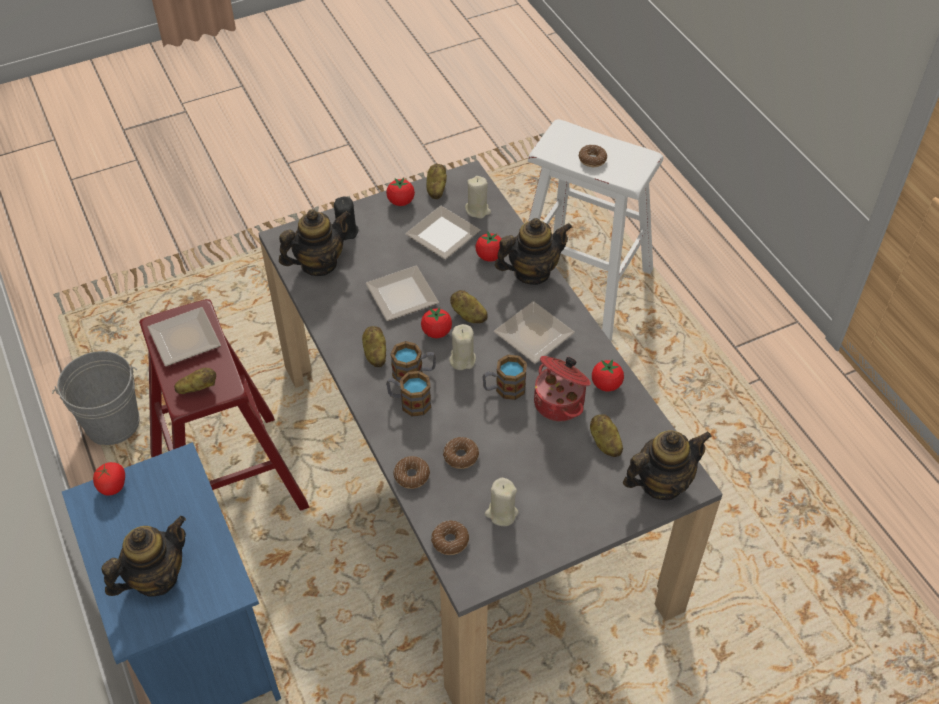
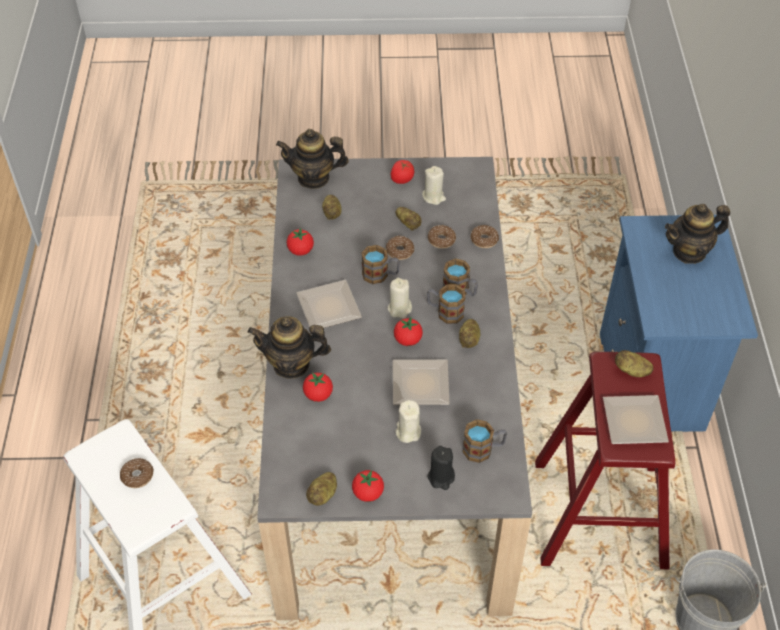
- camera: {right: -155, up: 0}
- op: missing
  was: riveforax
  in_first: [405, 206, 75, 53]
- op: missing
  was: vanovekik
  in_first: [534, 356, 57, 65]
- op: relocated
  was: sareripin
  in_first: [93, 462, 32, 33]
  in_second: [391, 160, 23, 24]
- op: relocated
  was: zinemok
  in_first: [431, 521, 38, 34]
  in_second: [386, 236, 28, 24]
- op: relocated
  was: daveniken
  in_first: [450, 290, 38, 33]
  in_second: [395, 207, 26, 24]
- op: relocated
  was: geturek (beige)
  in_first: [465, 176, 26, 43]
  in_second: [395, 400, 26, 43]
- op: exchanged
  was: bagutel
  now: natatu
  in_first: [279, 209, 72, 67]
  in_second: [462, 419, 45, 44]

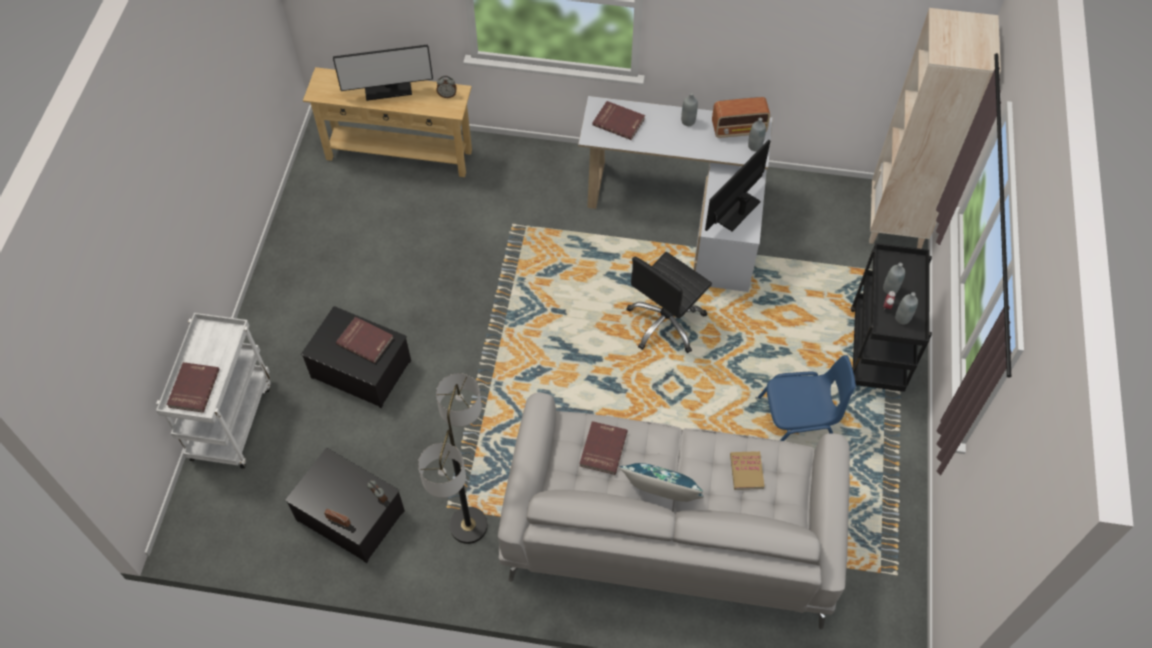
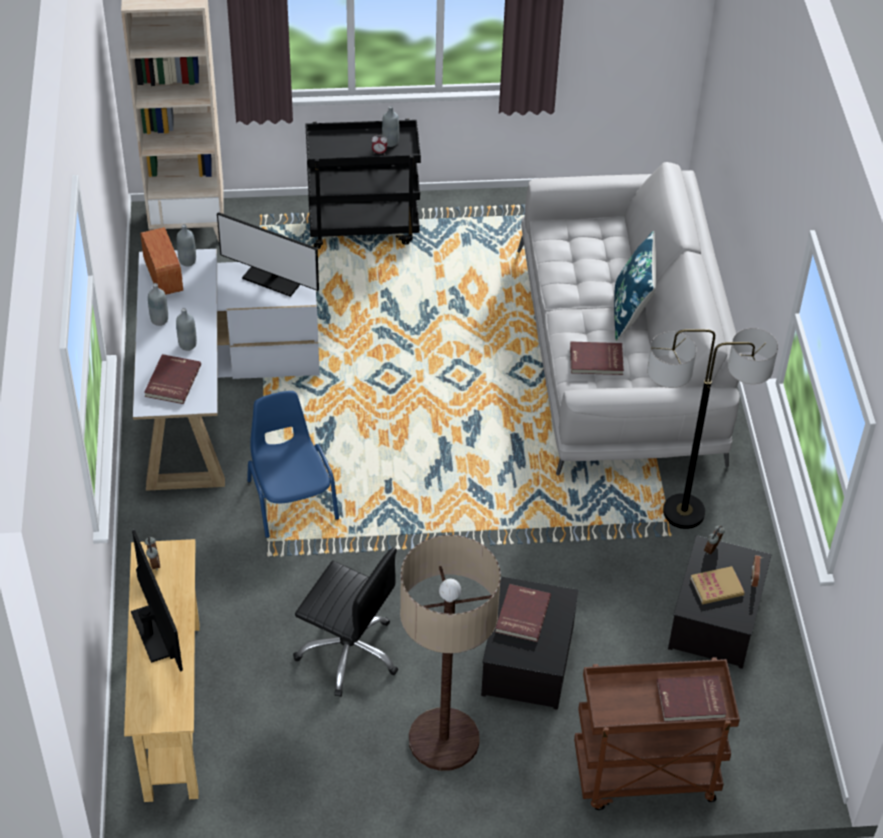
- camera: {right: -105, up: -10}
- op: appeared
  now: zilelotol
  in_second: [400, 535, 101, 236]
- op: relocated
  was: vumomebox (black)
  in_first: [626, 252, 86, 101]
  in_second: [293, 548, 105, 149]
- op: relocated
  was: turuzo
  in_first: [730, 451, 35, 39]
  in_second: [690, 566, 55, 38]
- op: relocated
  was: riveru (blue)
  in_first: [758, 355, 98, 86]
  in_second: [247, 391, 92, 147]
- op: relocated
  was: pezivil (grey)
  in_first: [883, 263, 22, 31]
  in_second: [176, 308, 21, 43]
- op: colour
  was: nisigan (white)
  now: nisigan (brown)
  in_first: [156, 313, 115, 156]
  in_second: [574, 657, 166, 153]

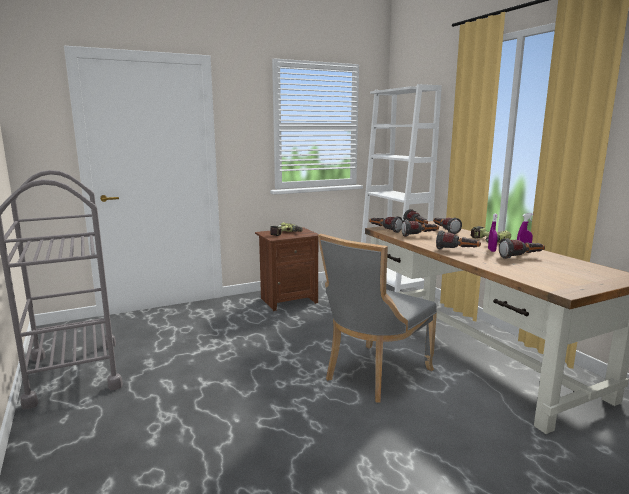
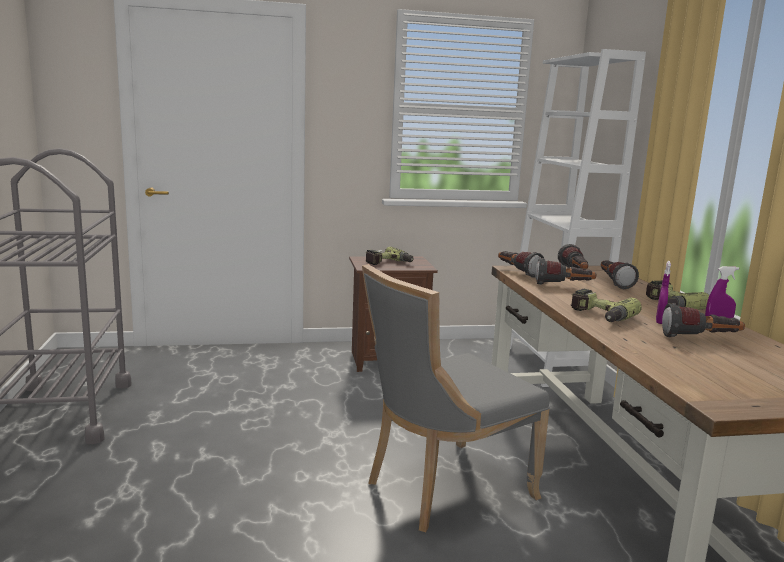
- camera: {right: 15, up: 0}
- op: exchanged
  was: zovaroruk
  now: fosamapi
  in_first: [436, 230, 45, 20]
  in_second: [570, 288, 72, 34]

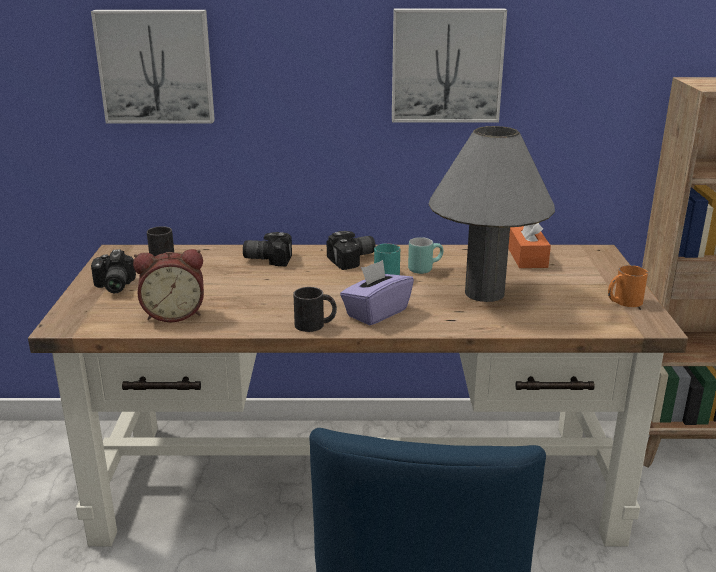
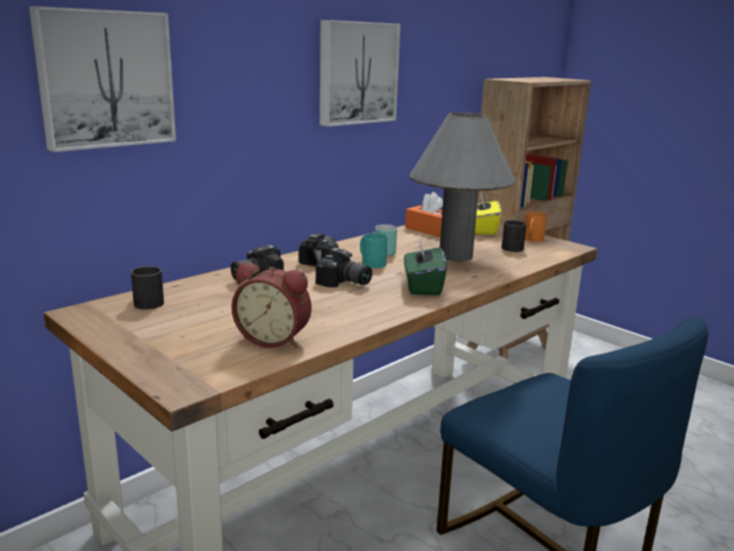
- camera: {right: -45, up: -5}
- op: appeared
  now: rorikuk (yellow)
  in_second: [475, 194, 26, 41]
- op: relocated
  was: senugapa
  in_first: [91, 249, 45, 44]
  in_second: [316, 248, 56, 39]
- op: relocated
  was: natatu (black)
  in_first: [293, 287, 44, 45]
  in_second: [501, 220, 26, 32]
- op: colour
  was: rorikuk (purple)
  now: rorikuk (green)
  in_first: [340, 260, 74, 66]
  in_second: [404, 238, 43, 57]
- op: spun
  was: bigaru
  in_first: [133, 249, 71, 73]
  in_second: [231, 262, 80, 86]
  clockwise: 75

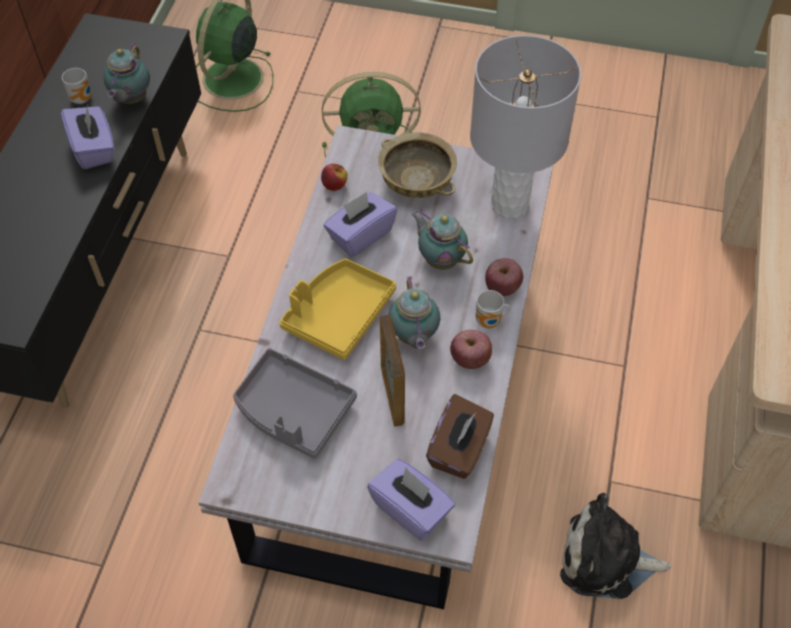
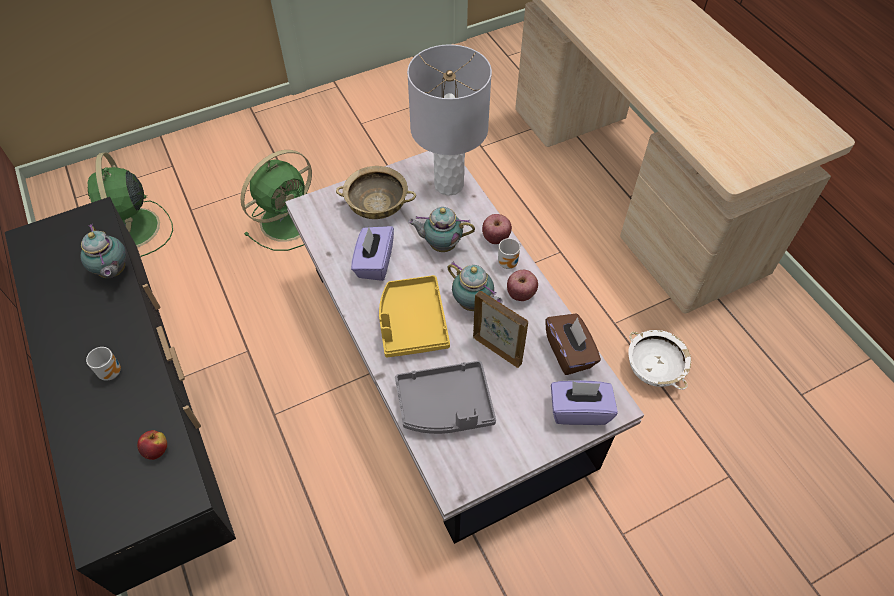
- camera: {right: -40, up: 0}
- op: missing
  was: rorikuk (purple)
  in_first: [61, 105, 53, 64]
- op: relocated
  was: natatu
  in_first: [62, 68, 29, 36]
  in_second: [86, 347, 35, 34]
- op: relocated
  was: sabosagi
  in_first: [321, 164, 27, 27]
  in_second: [137, 430, 30, 30]
- op: exchanged
  was: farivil
  now: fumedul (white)
  in_first: [560, 493, 111, 106]
  in_second: [628, 330, 63, 60]

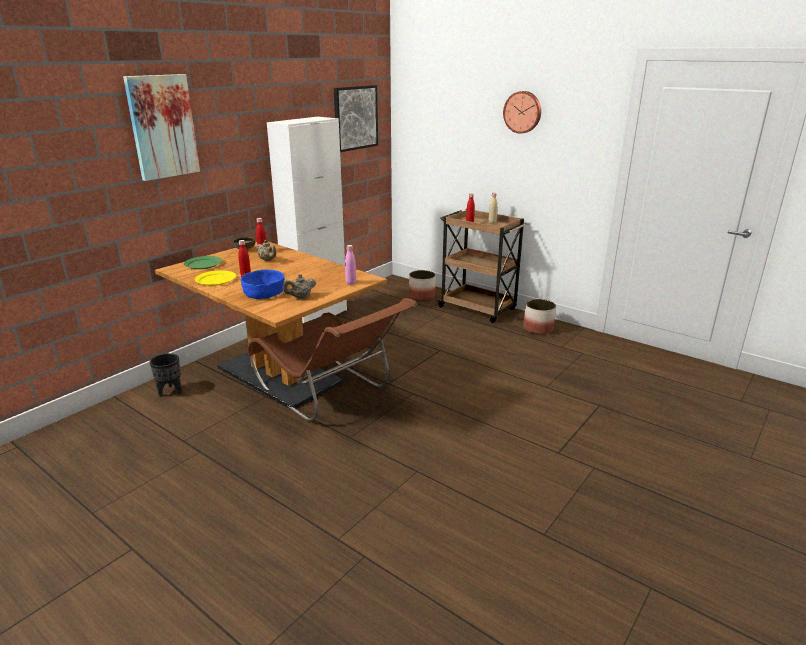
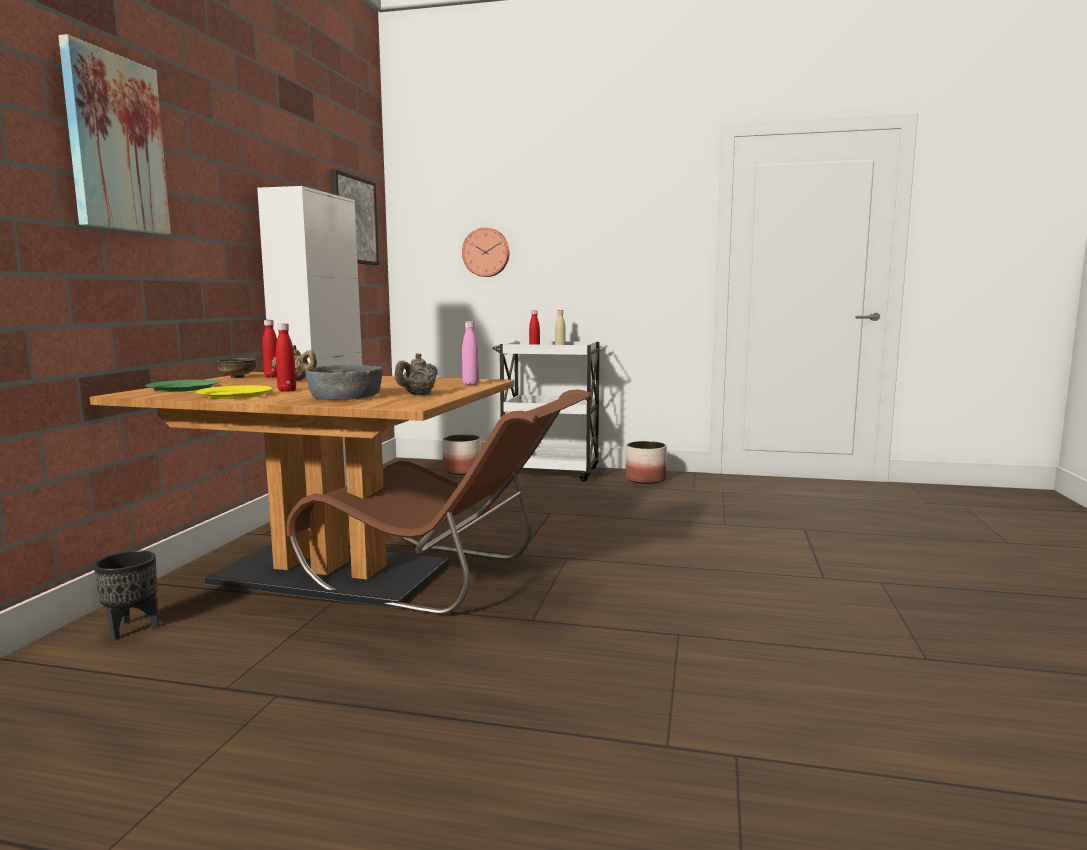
- camera: {right: -25, up: -15}
- op: relocated
  was: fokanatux
  in_first: [503, 91, 38, 42]
  in_second: [462, 227, 48, 50]
- op: colour
  was: fumedul (blue)
  now: fumedul (grey)
  in_first: [241, 269, 44, 30]
  in_second: [305, 365, 78, 35]
- op: colour
  was: nisigan (brown)
  now: nisigan (white)
  in_first: [437, 209, 91, 114]
  in_second: [492, 341, 116, 141]

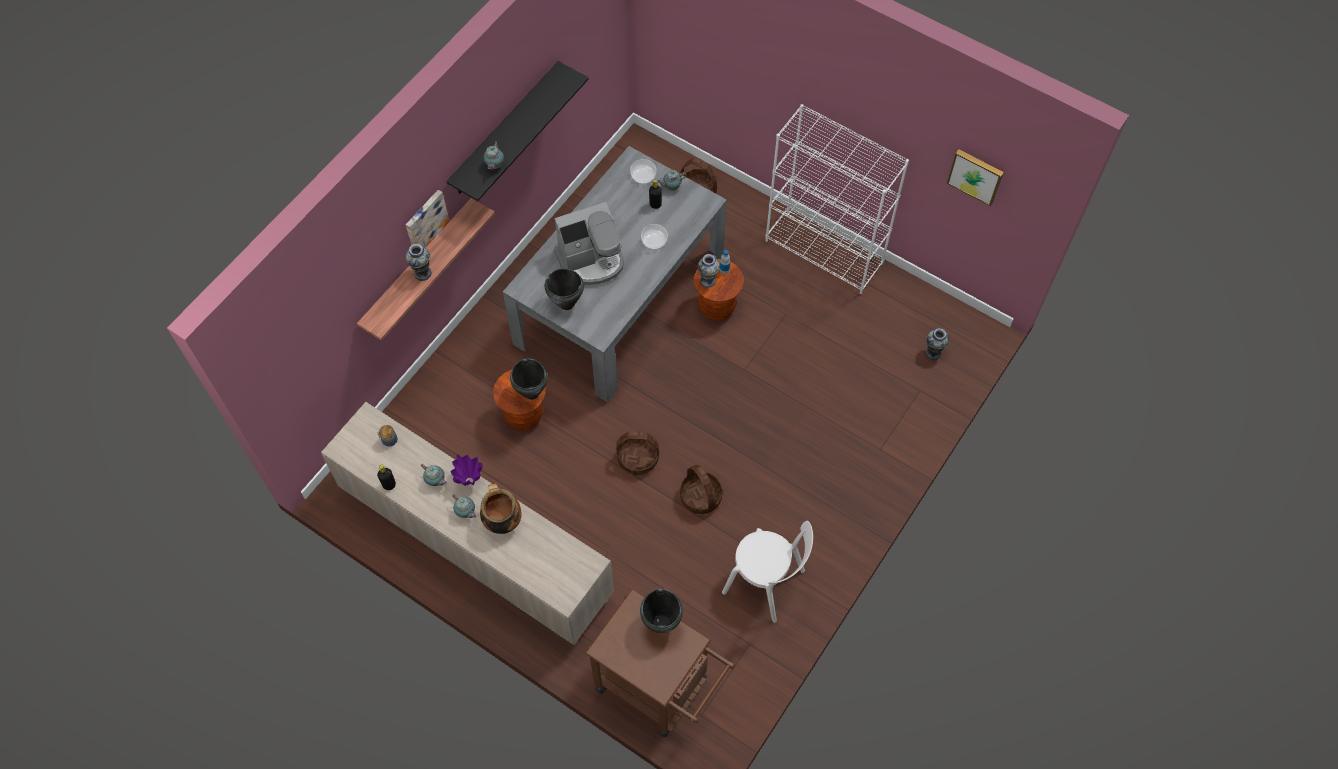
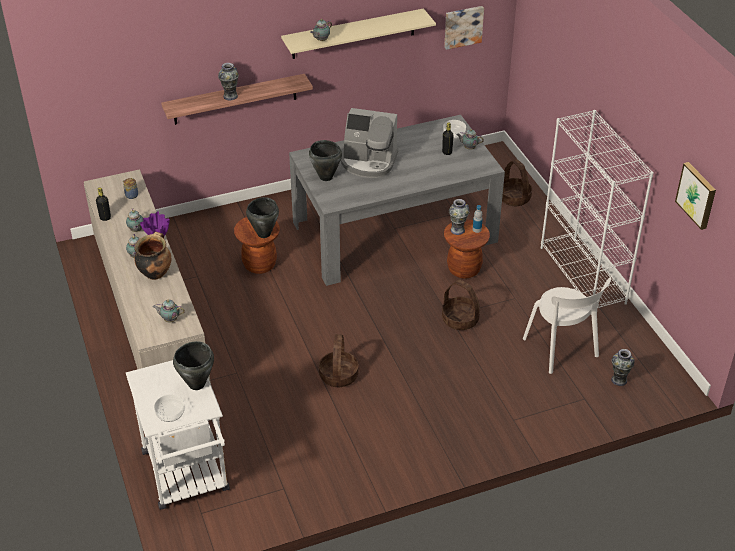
- camera: {right: 35, up: -20}
- op: appeared
  now: bagutel
  in_second: [153, 300, 32, 23]
- op: relocated
  was: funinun
  in_first: [406, 190, 44, 58]
  in_second: [444, 6, 40, 44]
- op: relocated
  was: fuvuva
  in_first: [616, 431, 43, 44]
  in_second: [442, 280, 38, 50]
- op: relocated
  was: fumedul
  in_first: [641, 224, 27, 26]
  in_second: [154, 394, 30, 28]
- op: relocated
  was: riveru (white)
  in_first: [722, 521, 91, 102]
  in_second: [523, 277, 88, 97]
- op: colour
  was: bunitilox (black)
  now: bunitilox (beige)
  in_first: [446, 61, 143, 140]
  in_second: [281, 8, 155, 51]
- op: colour
  was: nisigan (brown)
  now: nisigan (white)
  in_first: [585, 589, 150, 148]
  in_second: [126, 360, 104, 150]

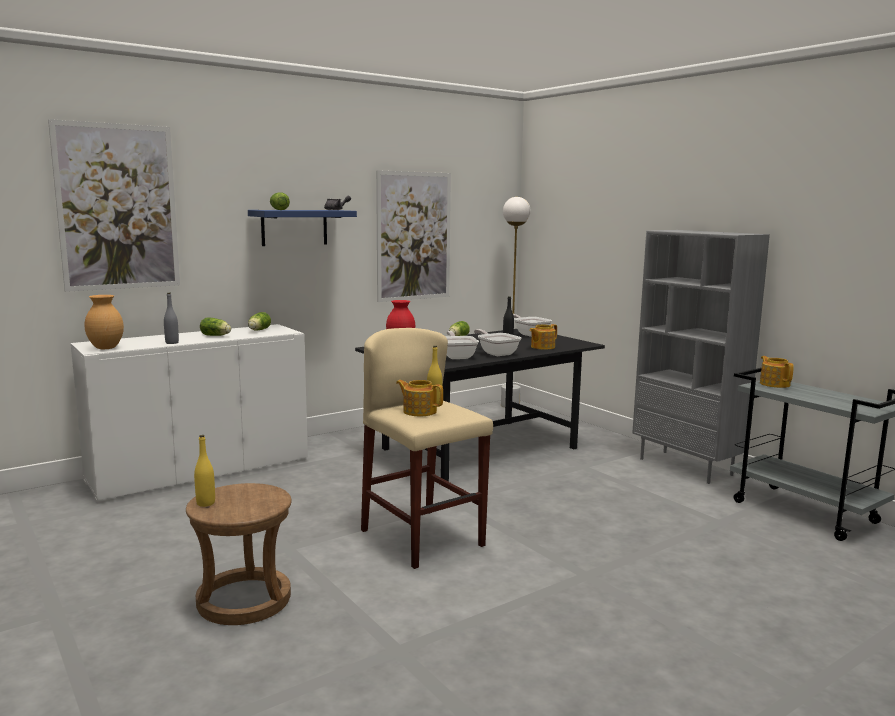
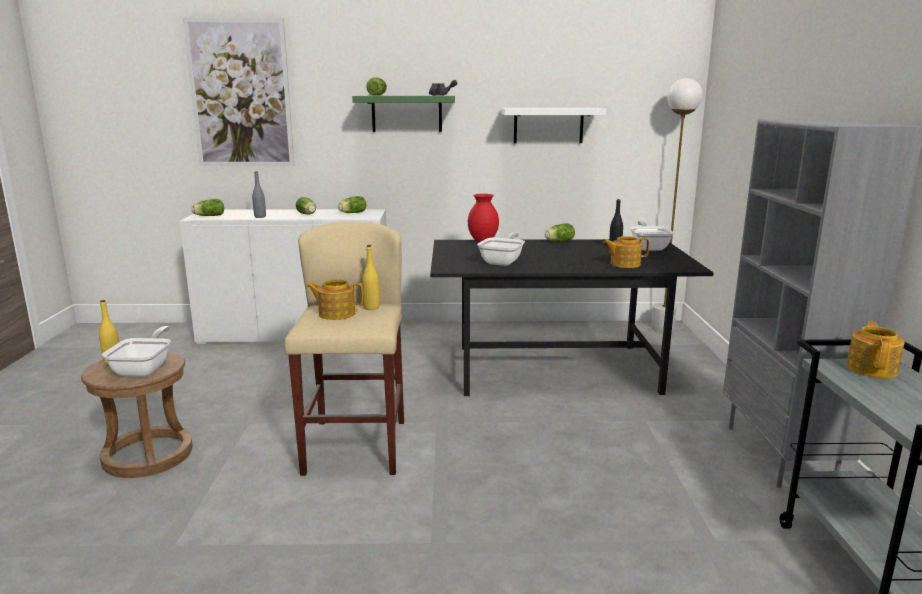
- camera: {right: 35, up: 5}
- op: relocated
  was: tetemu
  in_first: [474, 329, 47, 27]
  in_second: [102, 326, 69, 51]
- op: exchanged
  was: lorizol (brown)
  now: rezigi
  in_first: [84, 295, 40, 54]
  in_second: [191, 199, 33, 17]
- op: exchanged
  was: funinun
  now: bunitilox (white)
  in_first: [376, 170, 75, 132]
  in_second: [501, 108, 105, 35]
- op: colour
  was: bunitilox (blue)
  now: bunitilox (green)
  in_first: [248, 210, 109, 36]
  in_second: [352, 96, 103, 36]
- op: spun
  was: bagutel
  in_first: [396, 380, 47, 36]
  in_second: [306, 279, 58, 41]
  clockwise: -60

